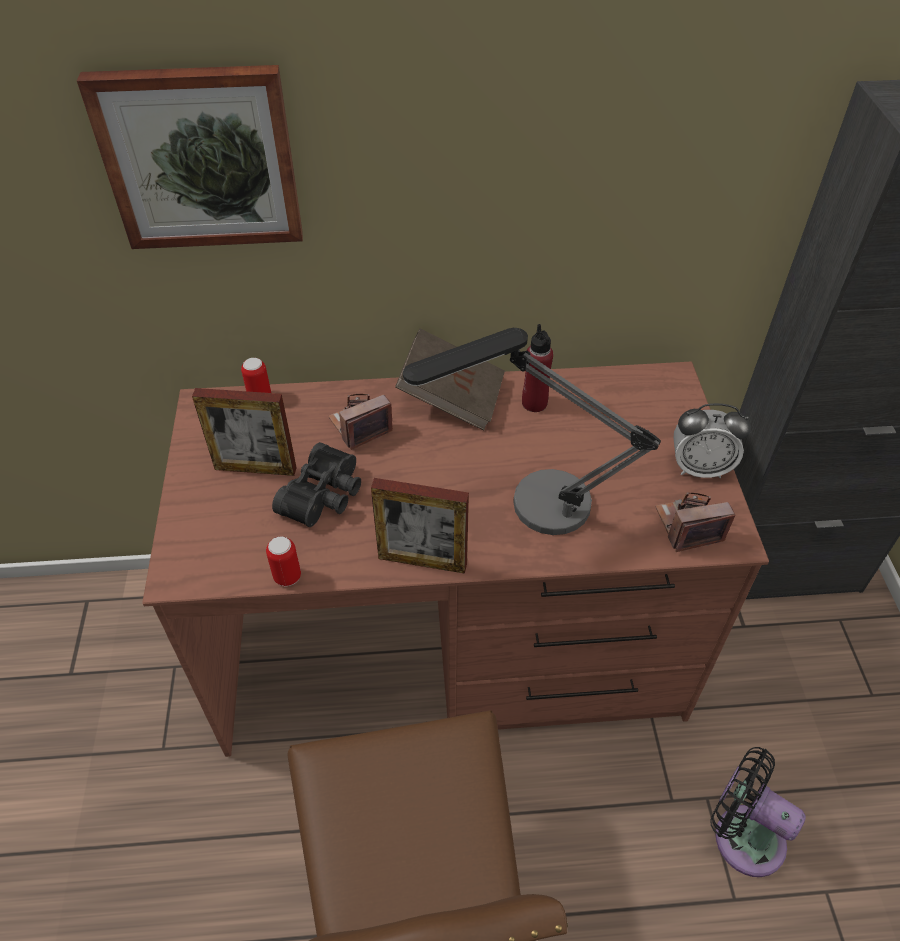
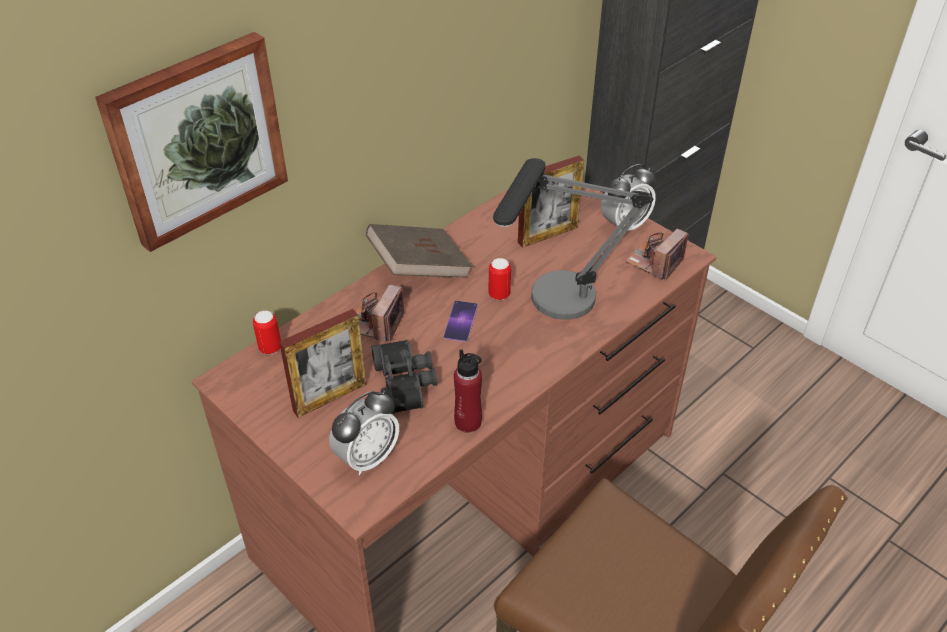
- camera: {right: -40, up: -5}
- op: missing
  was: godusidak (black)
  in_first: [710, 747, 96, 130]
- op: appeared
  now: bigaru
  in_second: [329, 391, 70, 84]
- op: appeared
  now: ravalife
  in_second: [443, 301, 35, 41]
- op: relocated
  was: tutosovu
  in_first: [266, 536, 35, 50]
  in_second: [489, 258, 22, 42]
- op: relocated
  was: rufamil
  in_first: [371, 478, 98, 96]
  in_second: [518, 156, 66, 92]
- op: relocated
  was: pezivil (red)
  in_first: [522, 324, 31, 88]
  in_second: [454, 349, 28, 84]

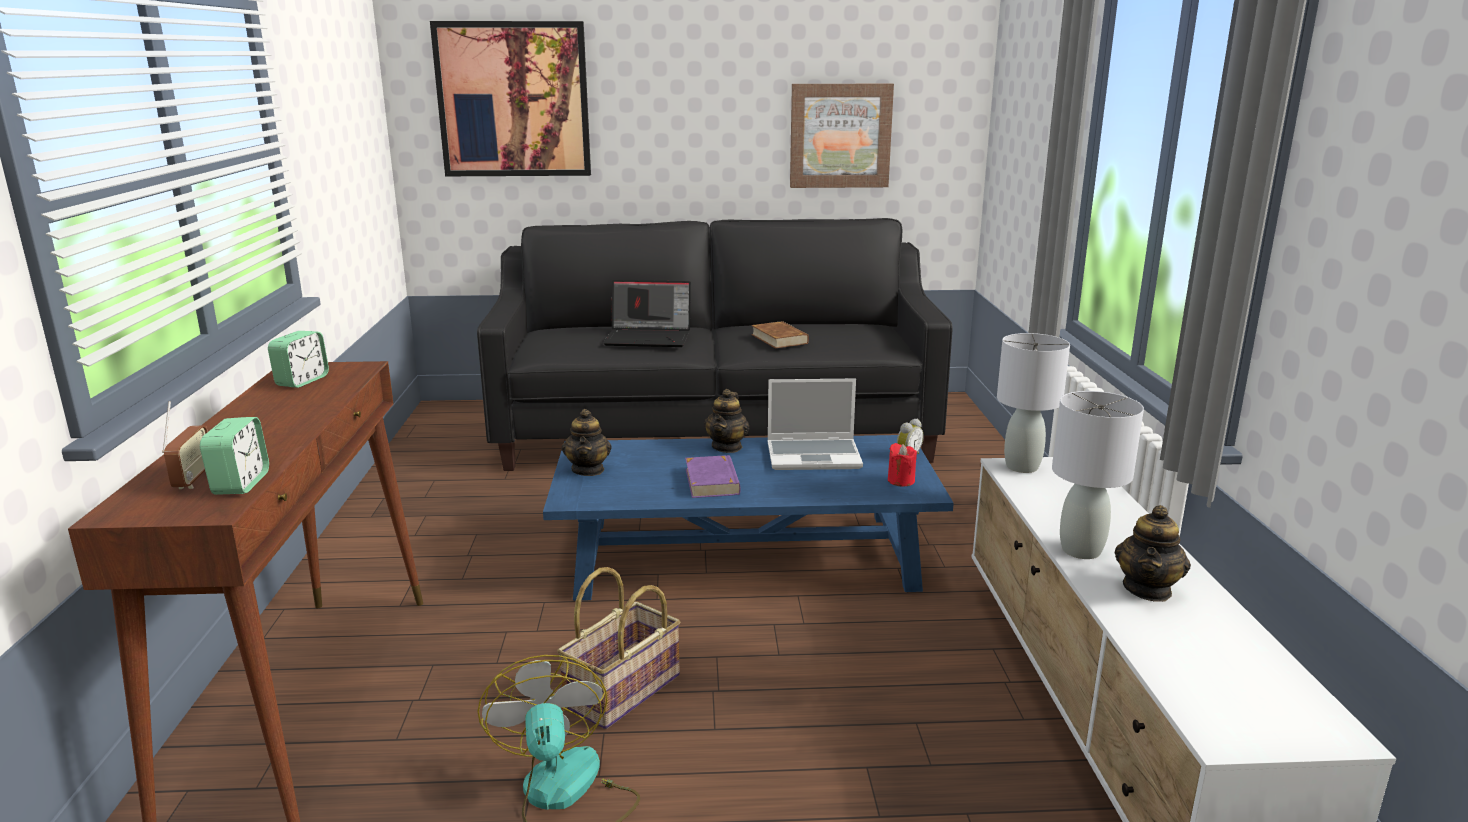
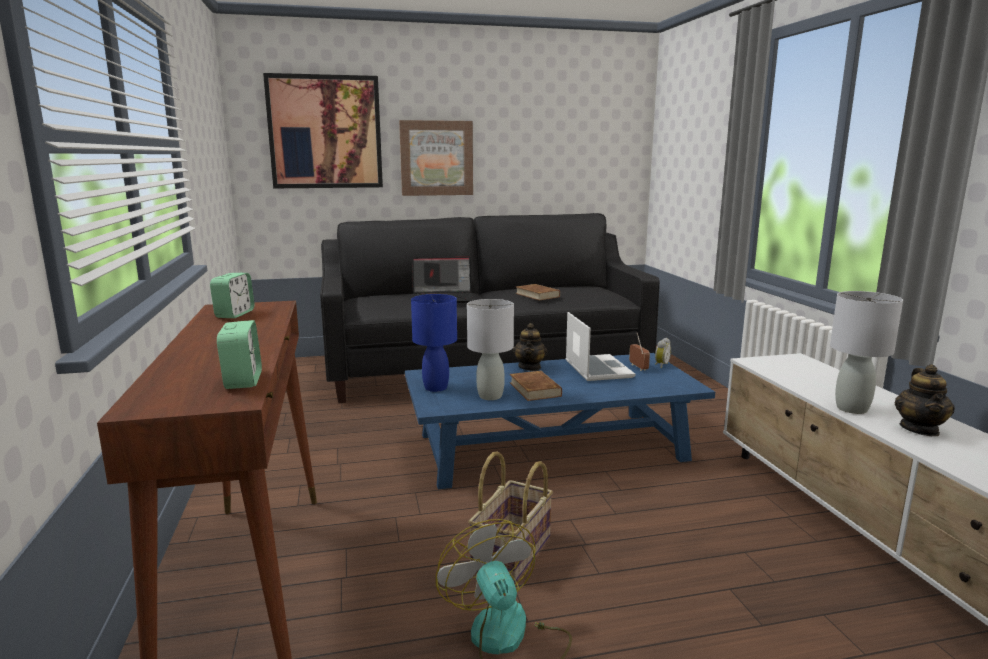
- camera: {right: -10, up: -5}
- op: missing
  was: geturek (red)
  in_first: [888, 443, 29, 43]
- op: relocated
  was: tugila
  in_first: [162, 401, 46, 88]
  in_second: [629, 332, 21, 39]
- op: relocated
  was: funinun
  in_first: [790, 84, 104, 104]
  in_second: [399, 120, 74, 76]
- op: relocated
  was: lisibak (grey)
  in_first: [997, 333, 73, 140]
  in_second: [467, 299, 47, 101]
- op: exchanged
  was: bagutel
  now: lisibak (blue)
  in_first: [562, 409, 49, 67]
  in_second: [411, 294, 46, 98]
- op: colour
  was: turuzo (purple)
  now: turuzo (brown)
  in_first: [685, 455, 56, 43]
  in_second: [510, 371, 52, 30]
- op: spun
  was: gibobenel
  in_first: [768, 379, 95, 91]
  in_second: [566, 312, 69, 69]
  clockwise: -90

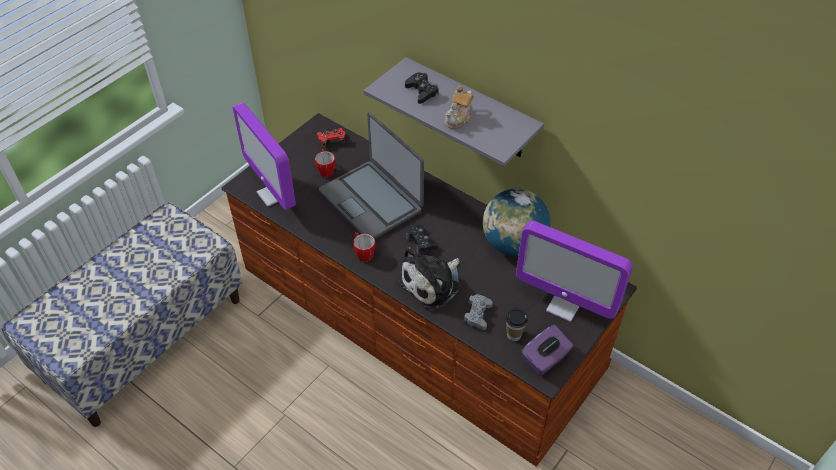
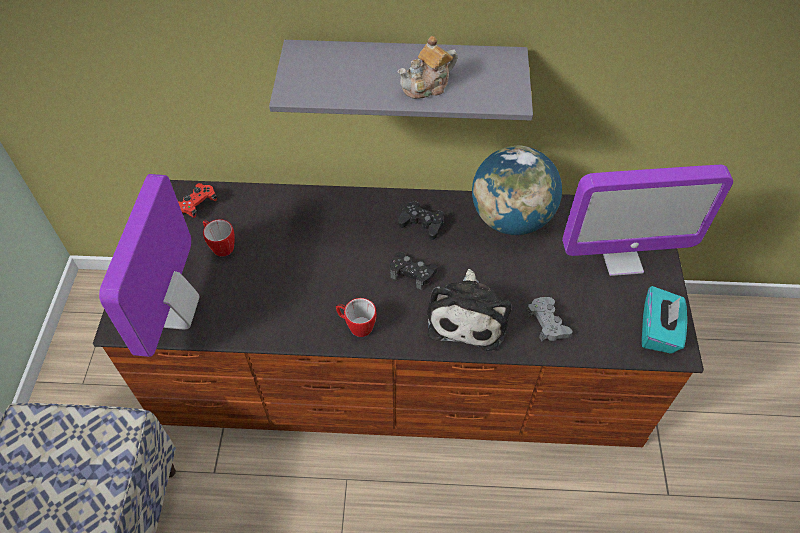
- camera: {right: -35, up: 5}
- op: missing
  was: gibobenel
  in_first: [319, 112, 105, 127]
- op: missing
  was: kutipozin
  in_first: [505, 308, 23, 33]
- op: relocated
  was: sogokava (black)
  in_first: [405, 72, 34, 32]
  in_second: [398, 201, 46, 39]
- op: colour
  was: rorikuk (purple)
  now: rorikuk (turquoise)
  in_first: [522, 325, 51, 51]
  in_second: [642, 286, 45, 68]
- op: spun
  was: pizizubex
  in_first: [233, 102, 63, 108]
  in_second: [99, 174, 101, 183]
  clockwise: 75
- op: spun
  was: bagutel
  in_first: [444, 86, 30, 43]
  in_second: [398, 36, 60, 63]
  clockwise: 60

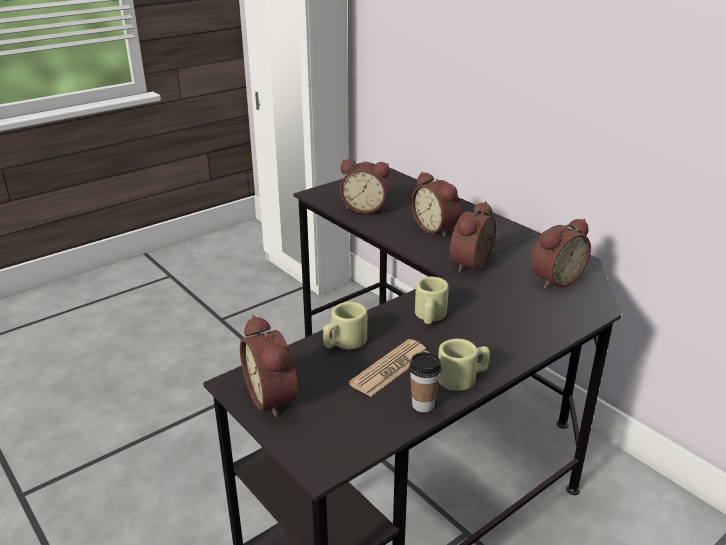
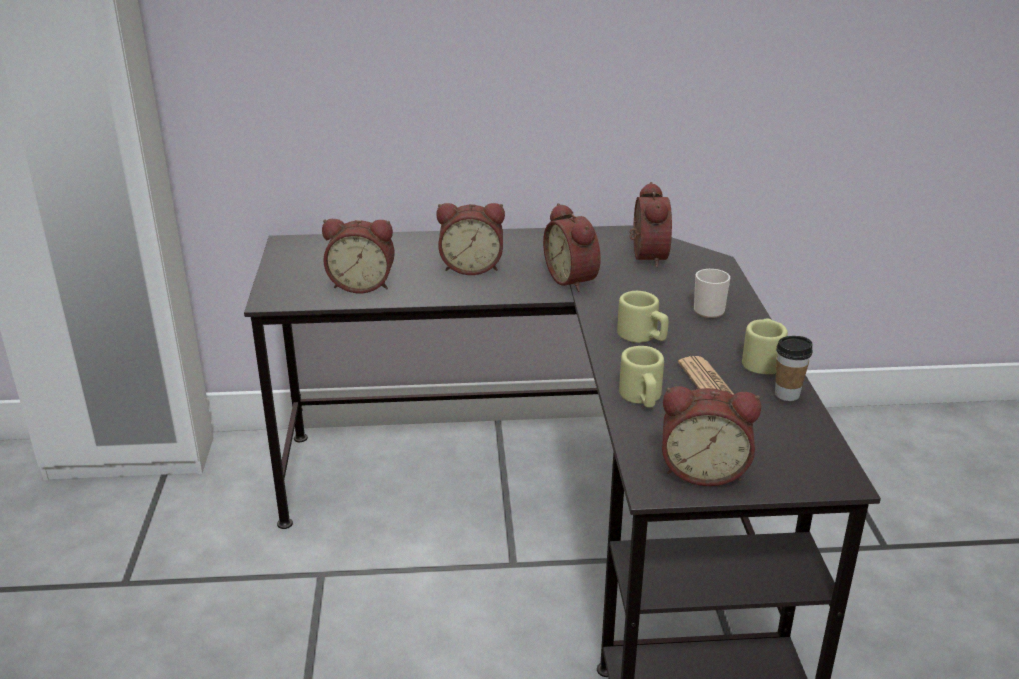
- camera: {right: -55, up: 0}
- op: appeared
  now: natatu
  in_second: [694, 269, 36, 49]
- op: spun
  was: bigaru
  in_first: [340, 159, 50, 55]
  in_second: [322, 219, 73, 74]
  clockwise: 45

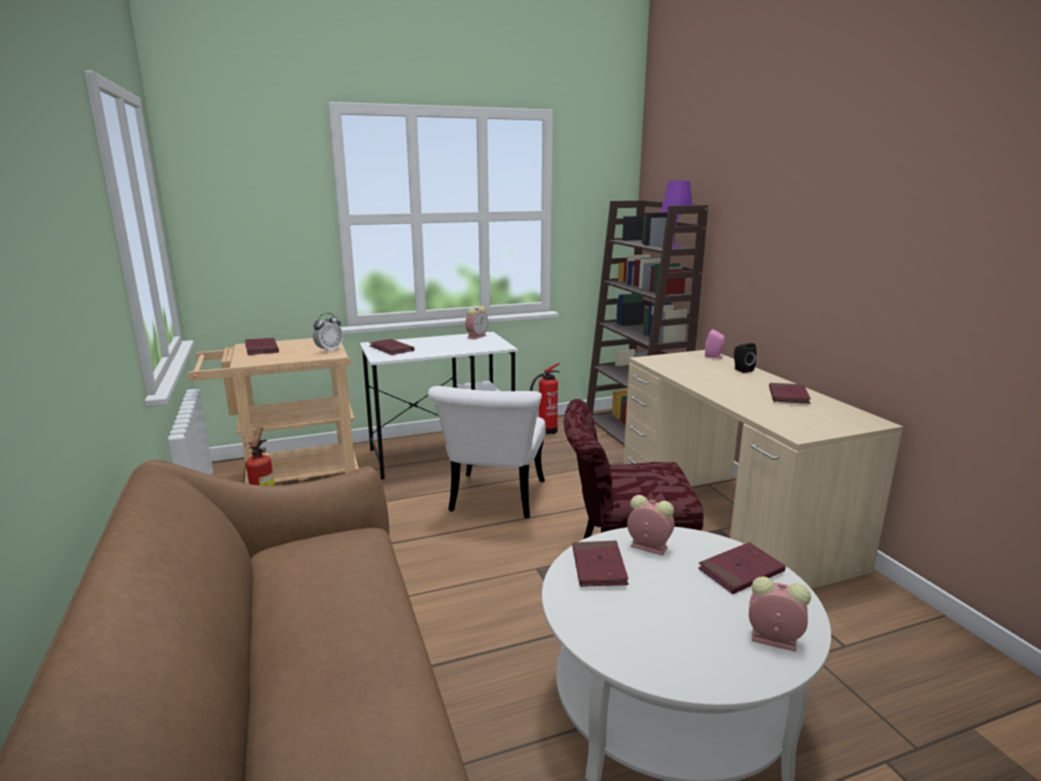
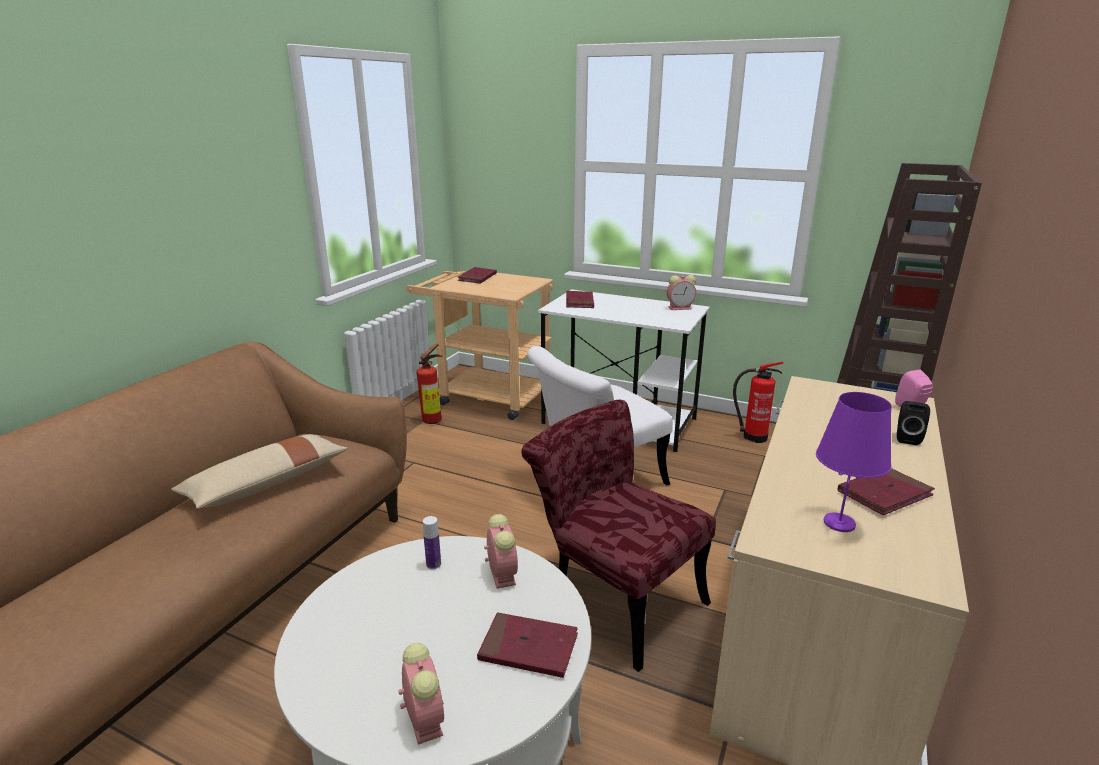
- camera: {right: 45, up: 5}
- op: missing
  was: bigaru
  in_first: [313, 313, 30, 40]
- op: appeared
  now: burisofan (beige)
  in_second: [171, 434, 177, 75]
- op: relocated
  was: lisibak (purple)
  in_first: [661, 181, 31, 67]
  in_second: [816, 392, 76, 140]
- op: exchanged
  was: turuzo (red)
  now: pezivil
  in_first: [572, 540, 56, 47]
  in_second: [423, 516, 18, 53]

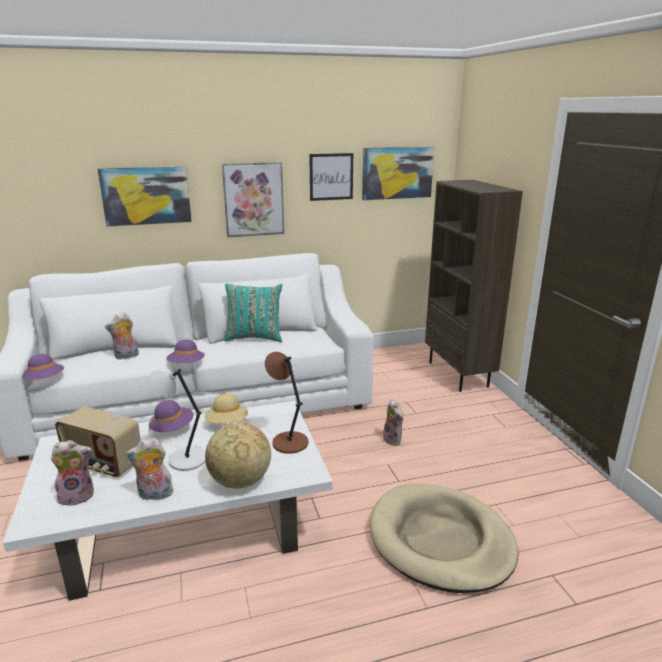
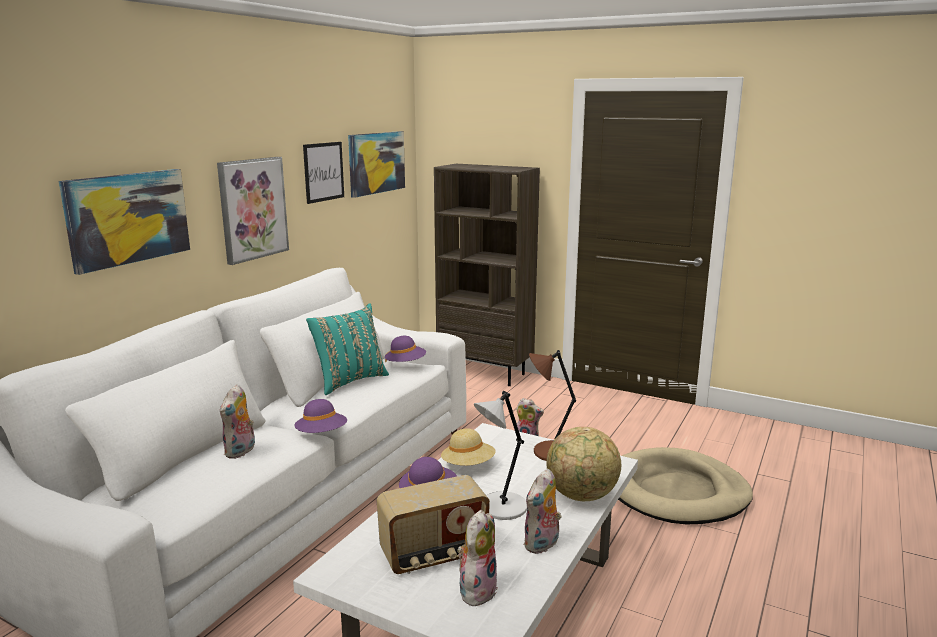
- camera: {right: -45, up: -5}
- op: relocated
  was: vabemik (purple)
  in_first: [22, 354, 42, 26]
  in_second: [385, 336, 41, 26]

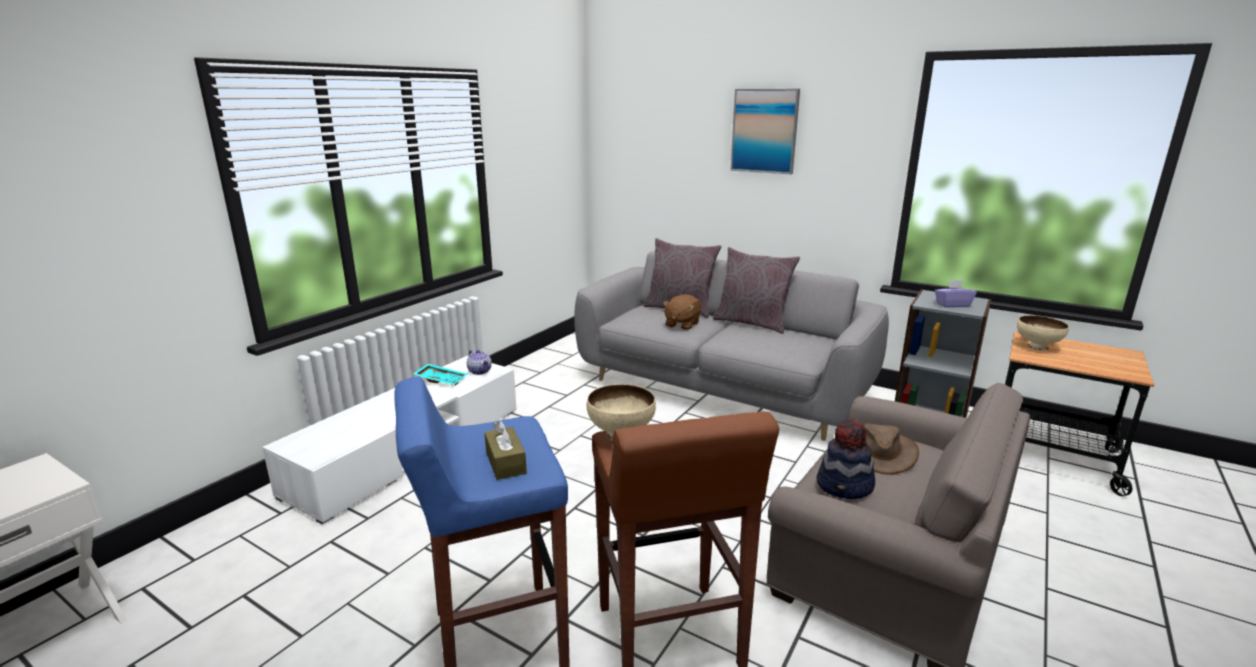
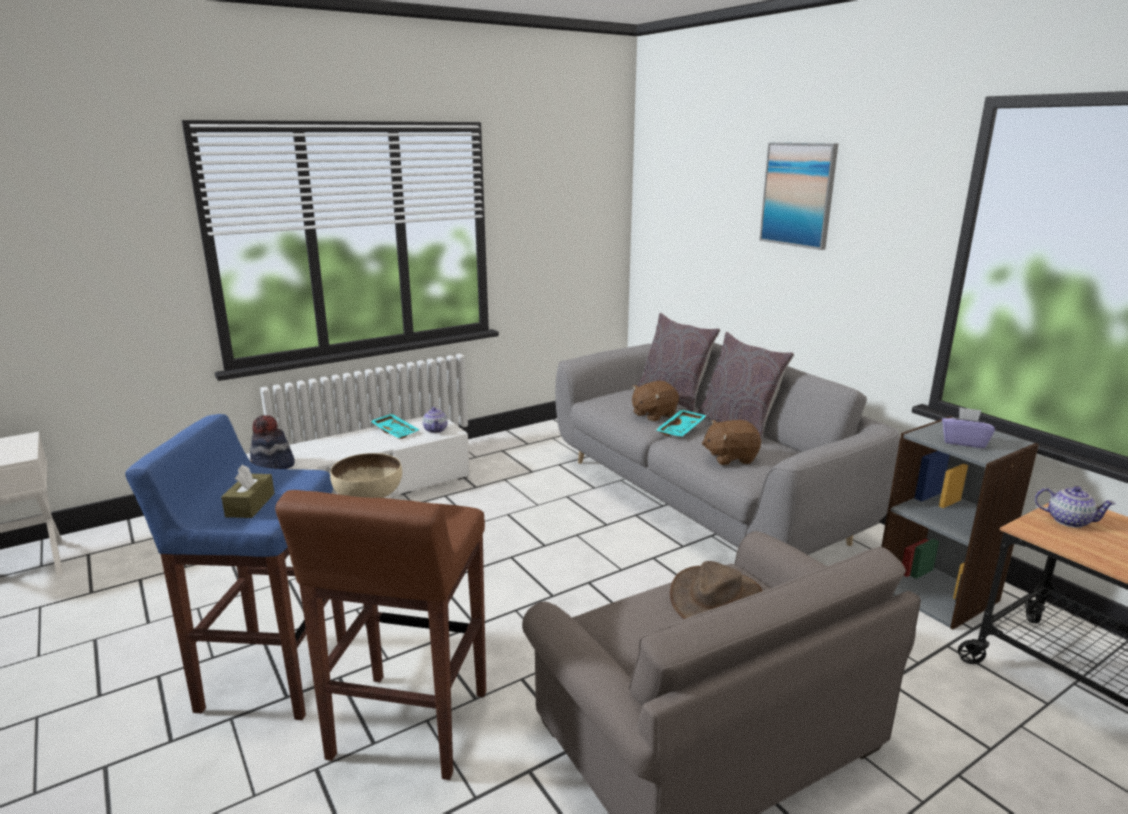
- camera: {right: 25, up: 0}
- op: appeared
  now: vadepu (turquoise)
  in_second: [656, 410, 51, 26]
- op: appeared
  now: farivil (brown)
  in_second: [702, 420, 59, 45]
- op: relocated
  was: vabemik
  in_first: [816, 419, 59, 80]
  in_second: [250, 415, 44, 54]
- op: exchanged
  was: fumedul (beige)
  now: bagutel
  in_first: [1017, 315, 52, 36]
  in_second: [1035, 486, 81, 42]

